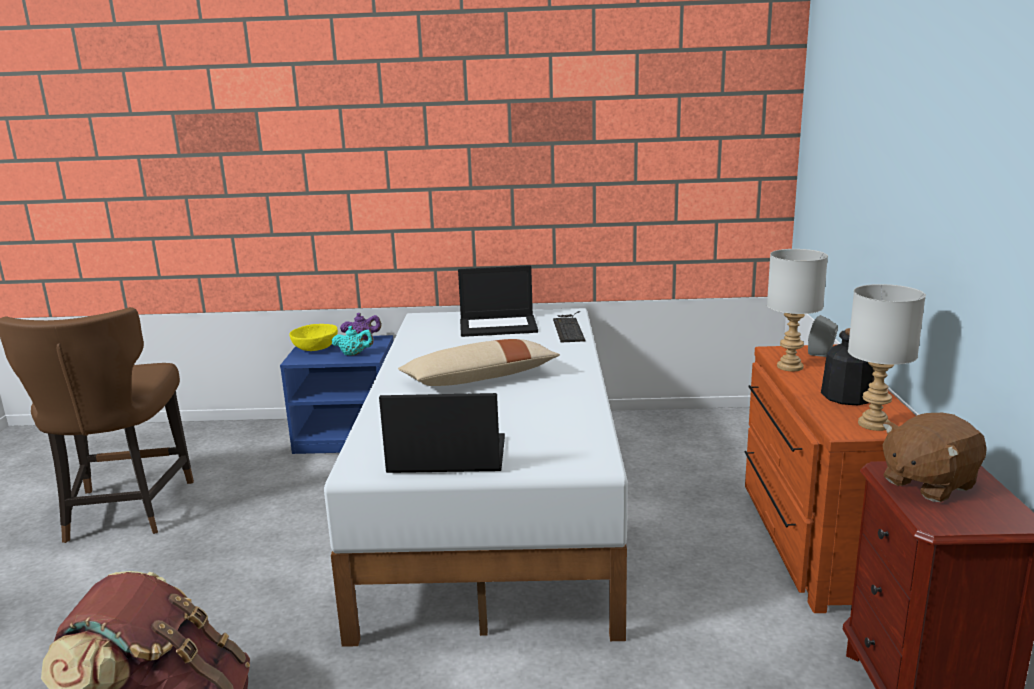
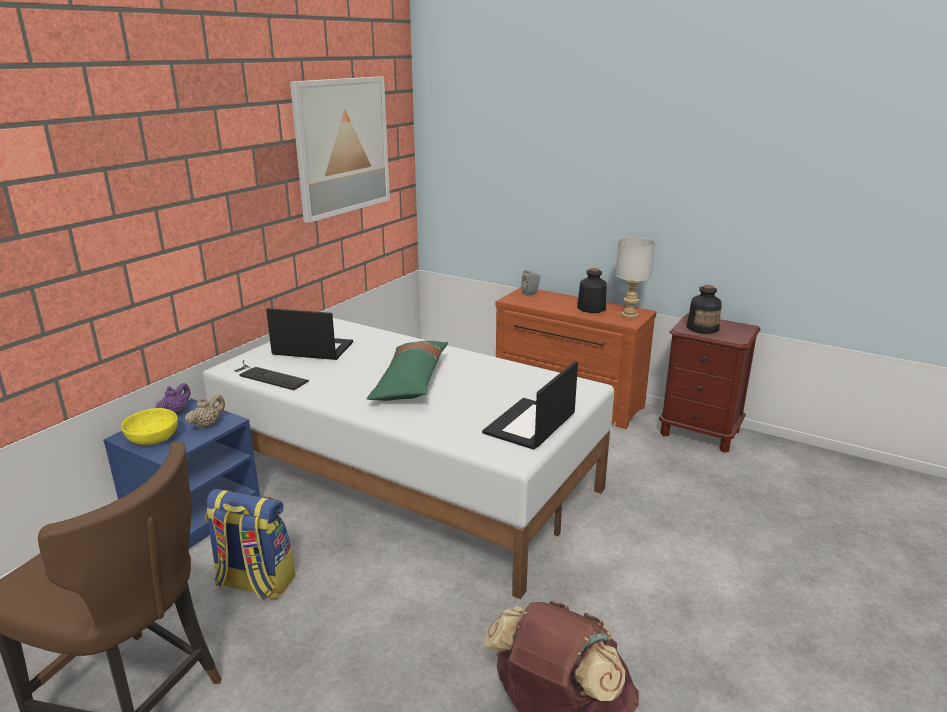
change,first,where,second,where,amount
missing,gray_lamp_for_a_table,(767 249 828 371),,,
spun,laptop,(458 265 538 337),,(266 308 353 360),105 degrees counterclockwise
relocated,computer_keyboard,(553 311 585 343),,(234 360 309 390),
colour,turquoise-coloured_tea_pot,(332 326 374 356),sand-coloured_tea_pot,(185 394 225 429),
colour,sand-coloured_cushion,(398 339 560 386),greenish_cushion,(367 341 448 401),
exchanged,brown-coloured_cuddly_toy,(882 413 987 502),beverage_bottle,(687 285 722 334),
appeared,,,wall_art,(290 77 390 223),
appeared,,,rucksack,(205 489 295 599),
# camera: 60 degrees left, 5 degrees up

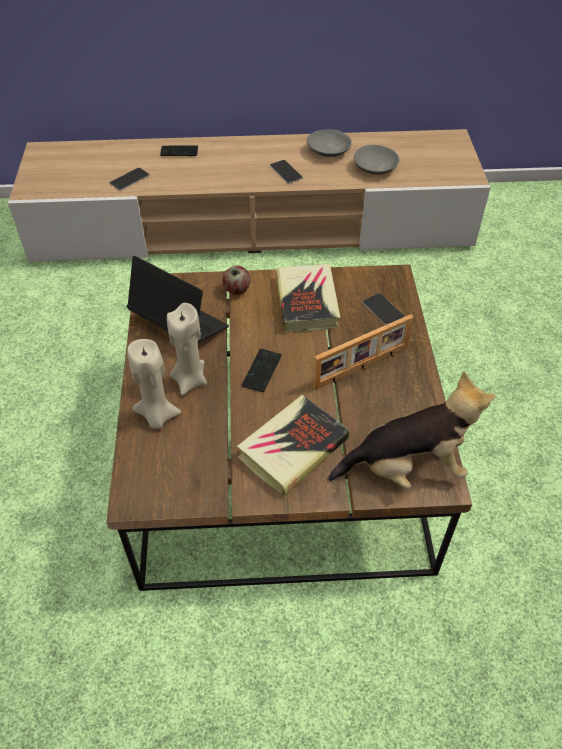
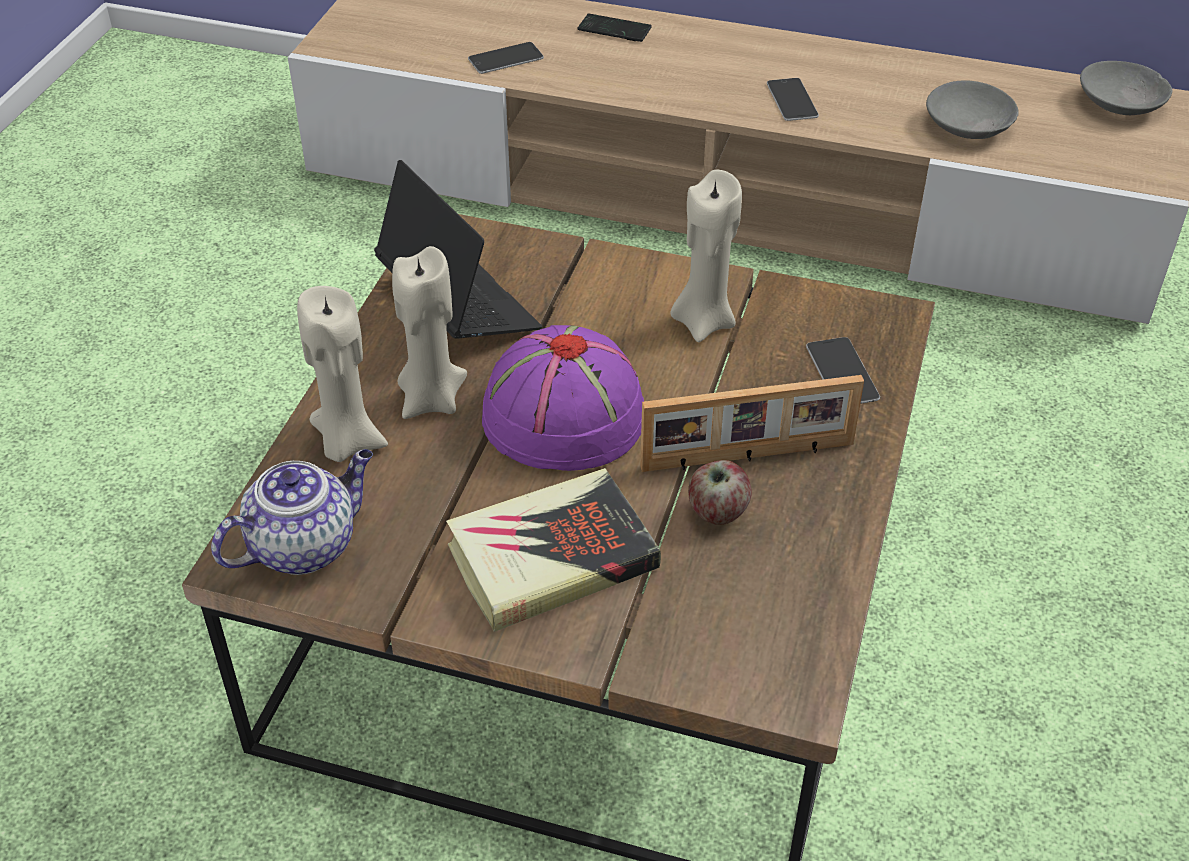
change,first,where,second,where,amount
relocated,gray_deep_dish,(307 129 352 157),,(1080 61 1172 115),
exchanged,volume,(275 264 341 332),sand-coloured_wax_candle,(670 169 742 342),
relocated,whole_apple,(222 265 251 295),,(688 460 752 525),
exchanged,telephone,(242 349 282 392),purplish_hat,(482 325 644 471),
missing,cuddly_toy,(328 371 495 489),,,
appeared,,,tea_pot,(211 449 373 575),
# camera: 20 degrees right, 5 degrees down

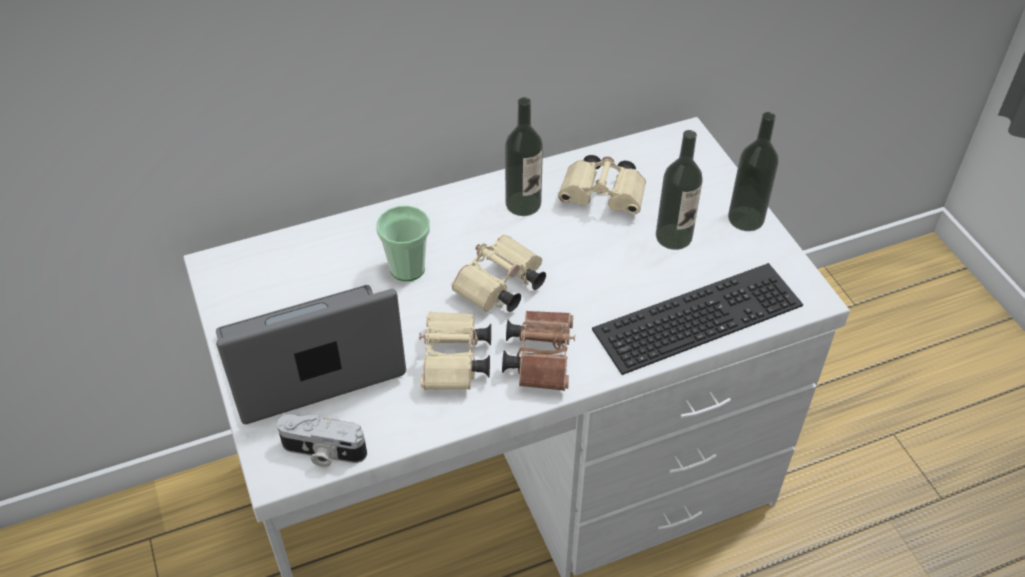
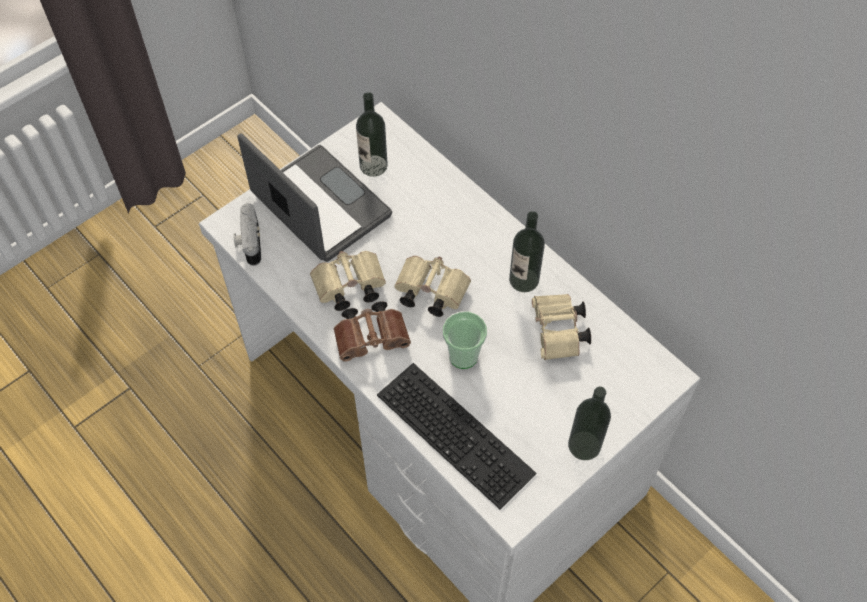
change,first,where,second,where,amount
relocated,beverage_bottle,(656 130 703 250),,(356 92 388 177),
relocated,drinking_cup,(376 206 430 281),,(443 311 487 369),
# camera: 70 degrees right, 10 degrees up

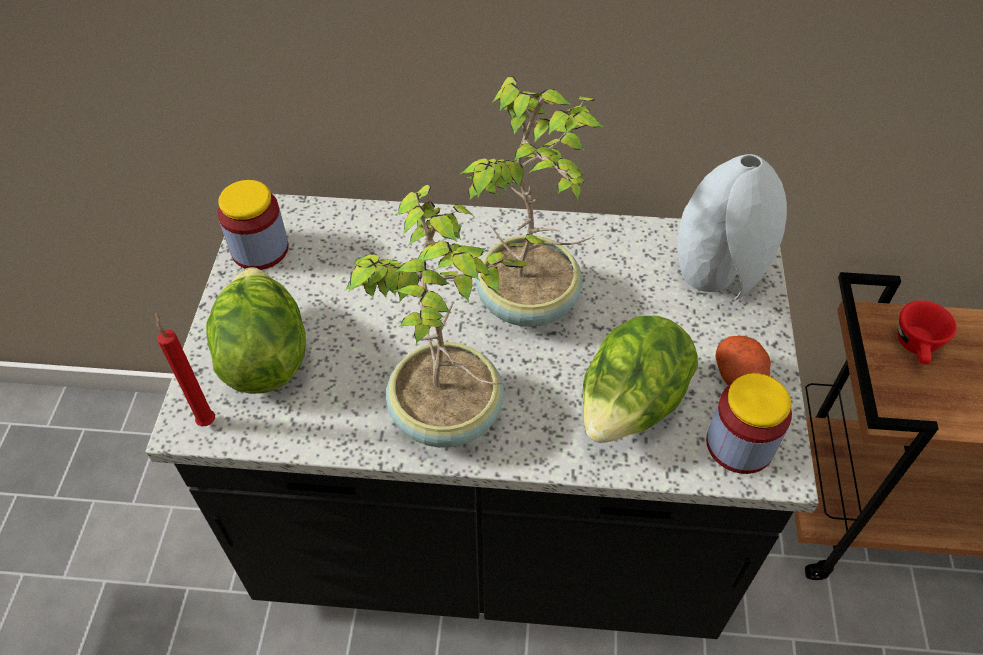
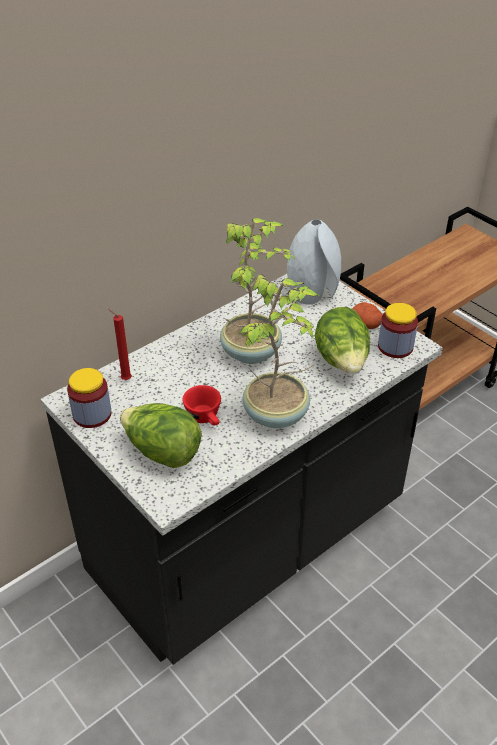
change,first,where,second,where,amount
relocated,reddish_drinking_cup,(897 301 957 364),,(183 385 221 426),
relocated,reddish_wax_candle,(155 312 215 427),,(108 308 132 380),
# camera: 45 degrees left, 10 degrees down

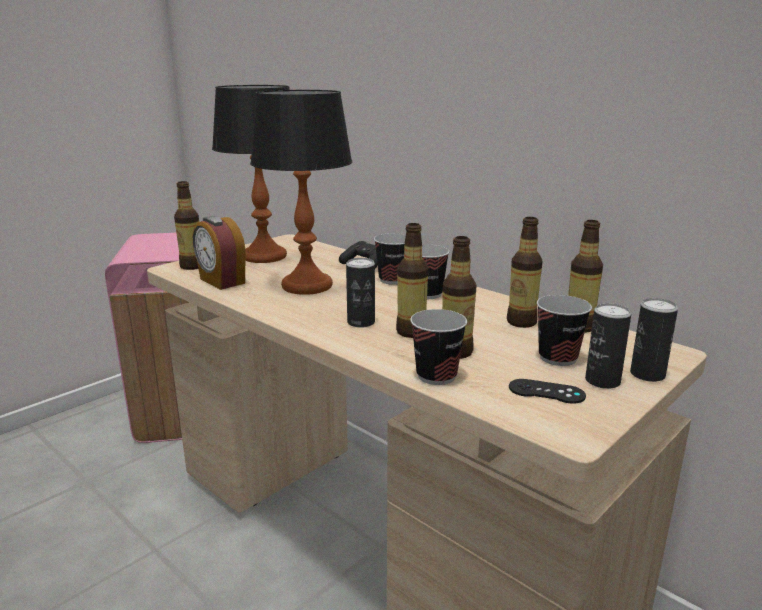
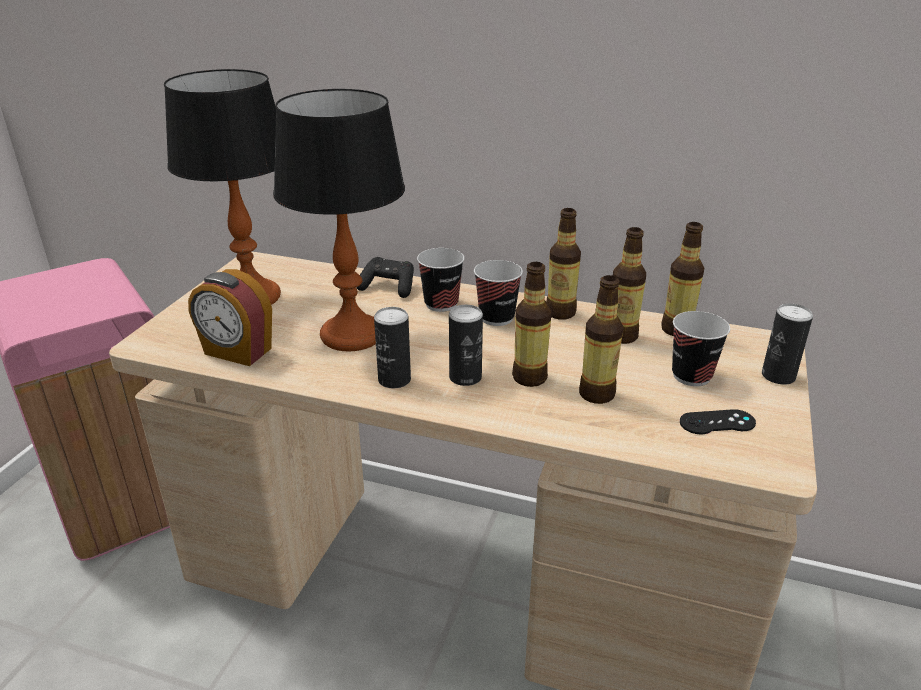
change,first,where,second,where,amount
relocated,beverage_bottle,(174 181 199 270),,(546 208 581 320),
relocated,metal_can,(585 303 631 389),,(374 307 411 388),
missing,drinking_cup,(410 309 467 385),,,
# camera: 25 degrees left, 10 degrees up

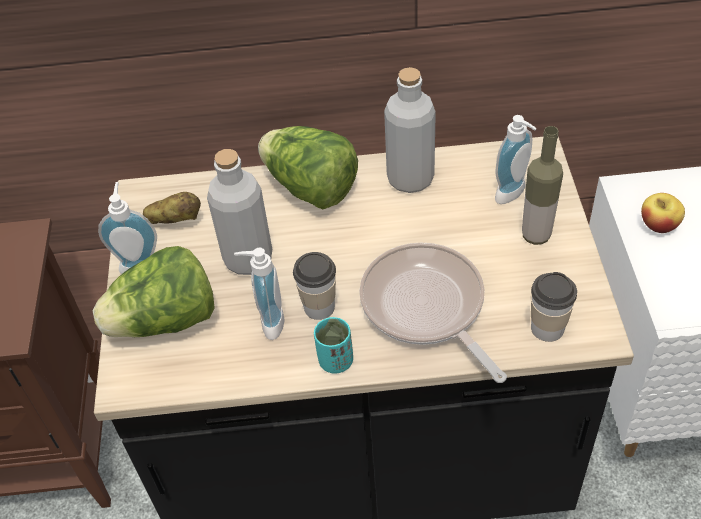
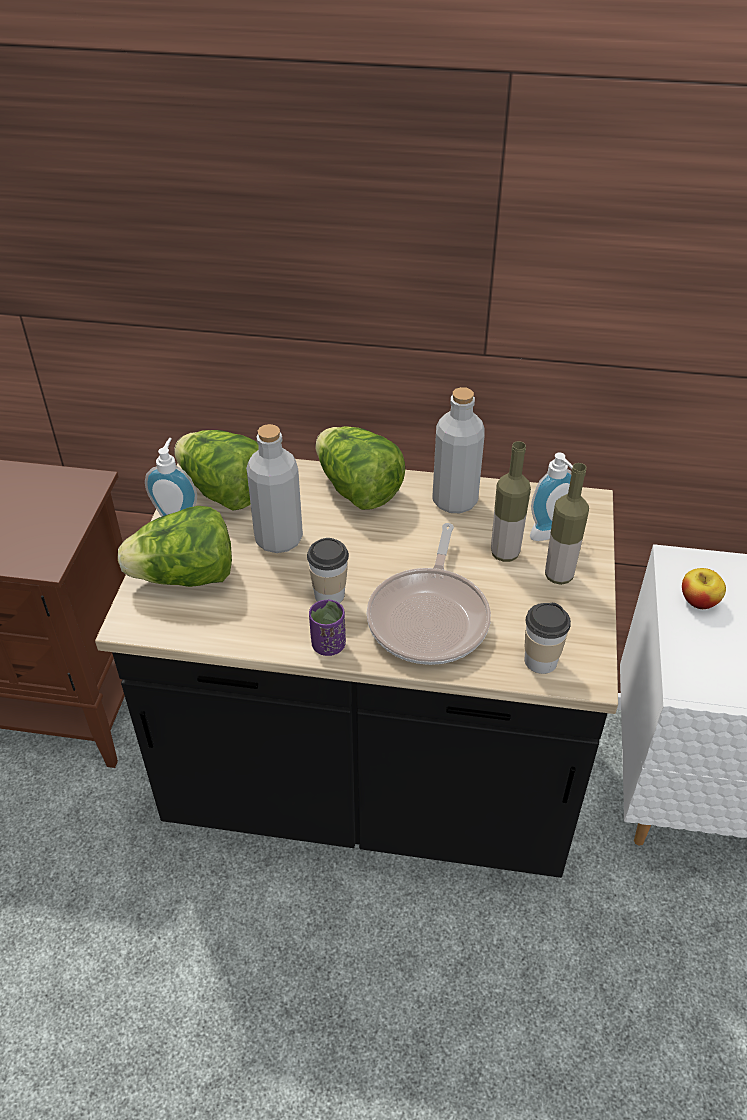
change,first,where,second,where,amount
exchanged,potato,(143 192 201 224),head_of_lettuce,(174 430 258 511),
spun,skillet,(360 243 507 383),,(367 523 491 665),150 degrees counterclockwise
missing,soap_bottle,(234 248 285 340),,,
colour,turquoise-coloured_drinking_cup,(314 317 353 373),purplish_drinking_cup,(309 600 346 656),
appeared,,,beverage_bottle,(491 441 531 562),
# camera: 10 degrees right, 5 degrees down

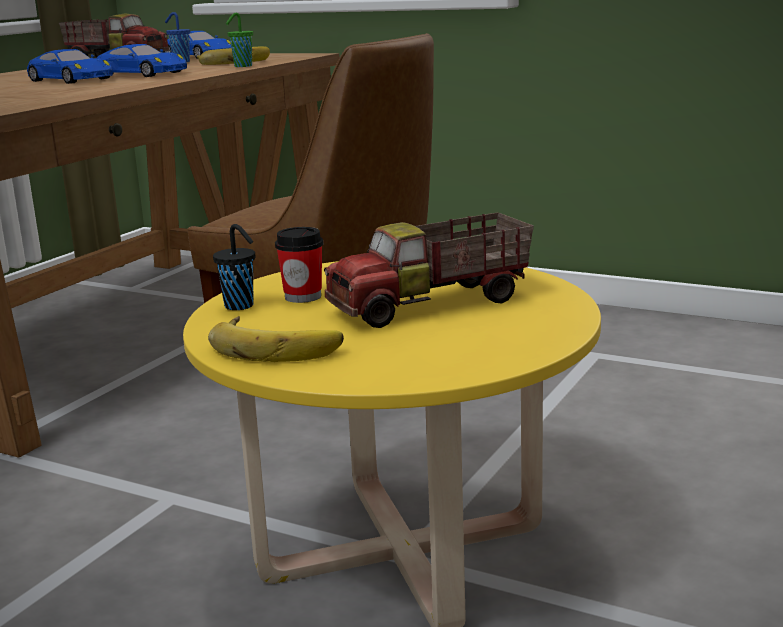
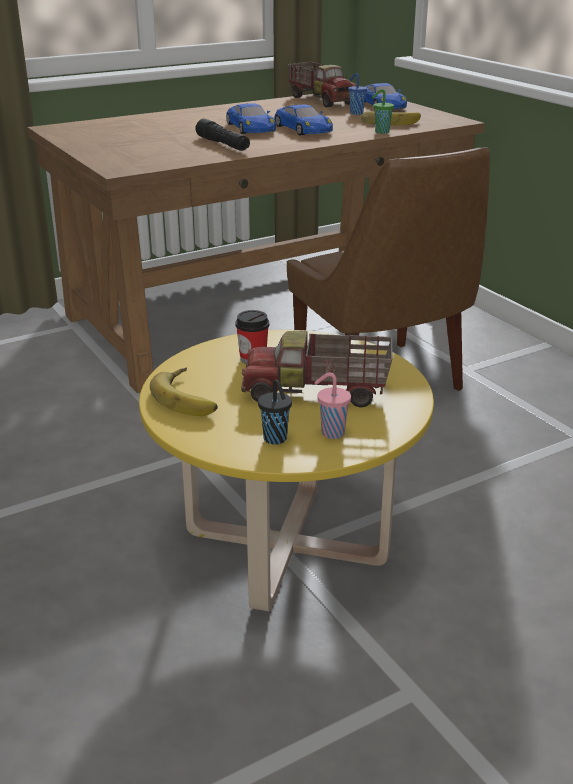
change,first,where,second,where,amount
relocated,black_drinking_cup,(213 224 255 310),,(258 380 292 445),
appeared,,,black_flashlight,(196 119 250 151),
appeared,,,pinkish_drinking_cup,(315 373 351 439),
# camera: 30 degrees right, 10 degrees up

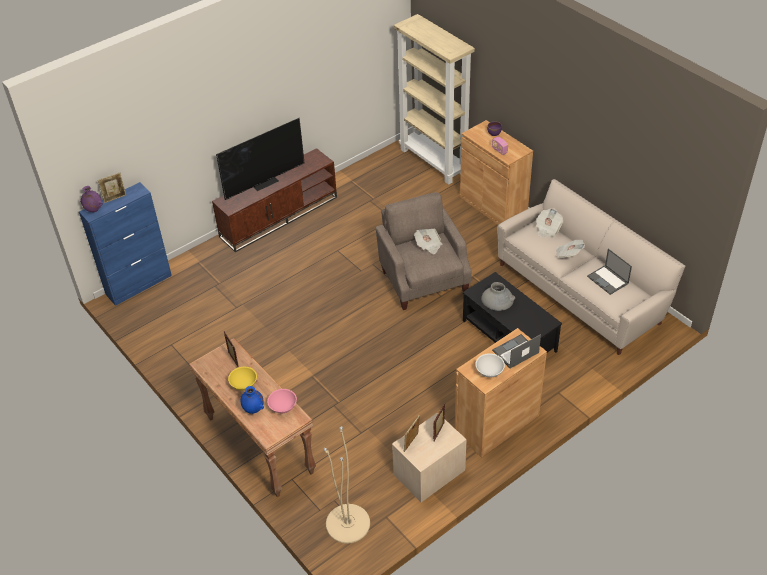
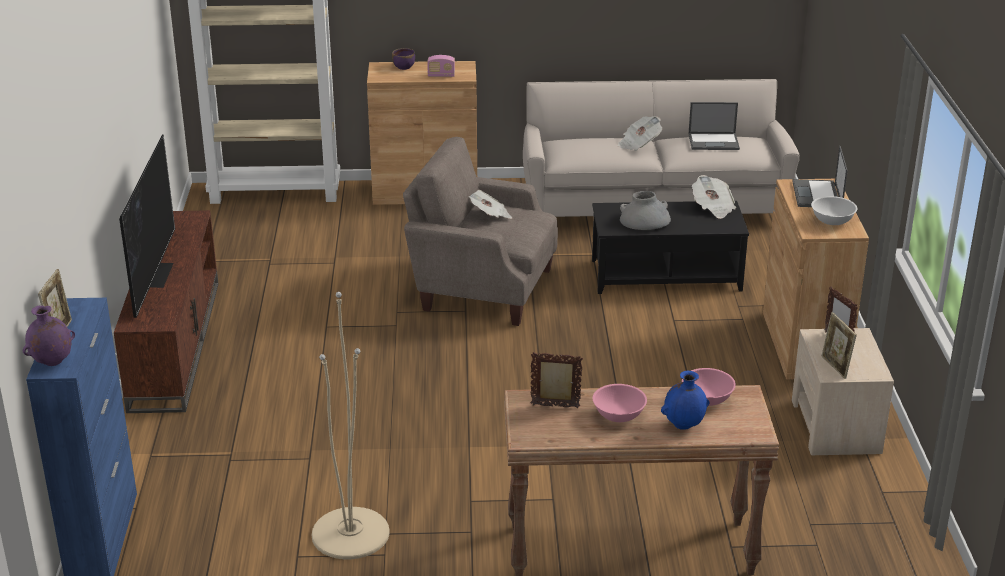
change,first,where,second,where,amount
relocated,daily_paper,(536 208 563 237),,(692 175 736 219),
colour,yellow-coloured_deep_dish,(228 367 257 390),pinkish_deep_dish,(592 384 647 422),
relocated,sand-coloured_standing_lamp,(323 426 370 544),,(312 292 390 559),
# camera: 55 degrees left, 15 degrees down

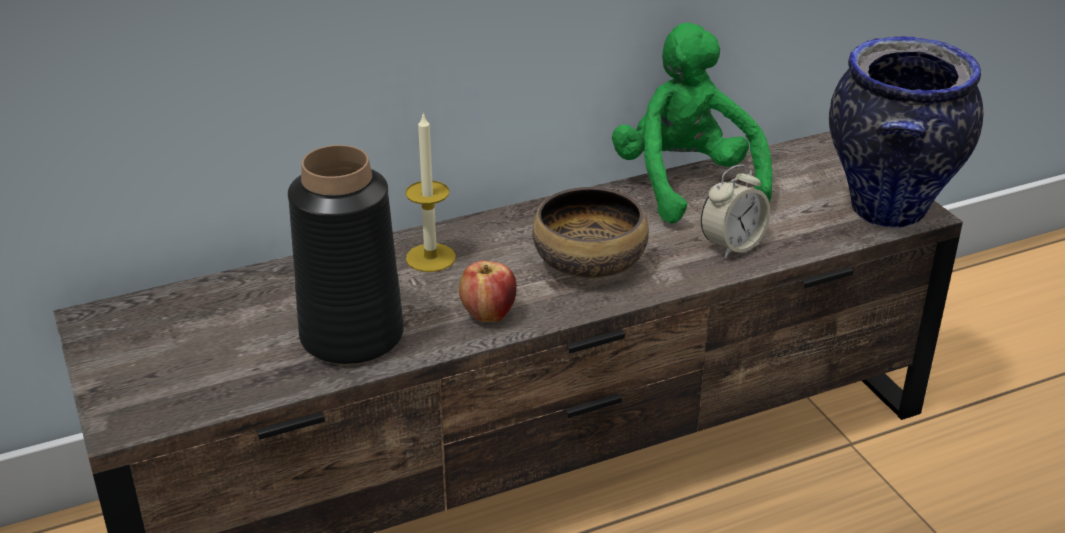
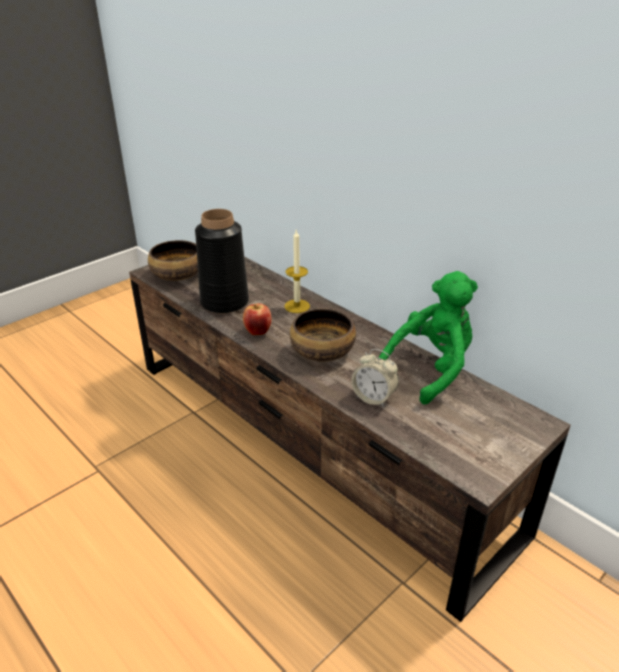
change,first,where,second,where,amount
missing,vase,(829 36 983 228),,,
appeared,,,deep_dish,(148 240 198 281),
# camera: 70 degrees right, 0 degrees up

